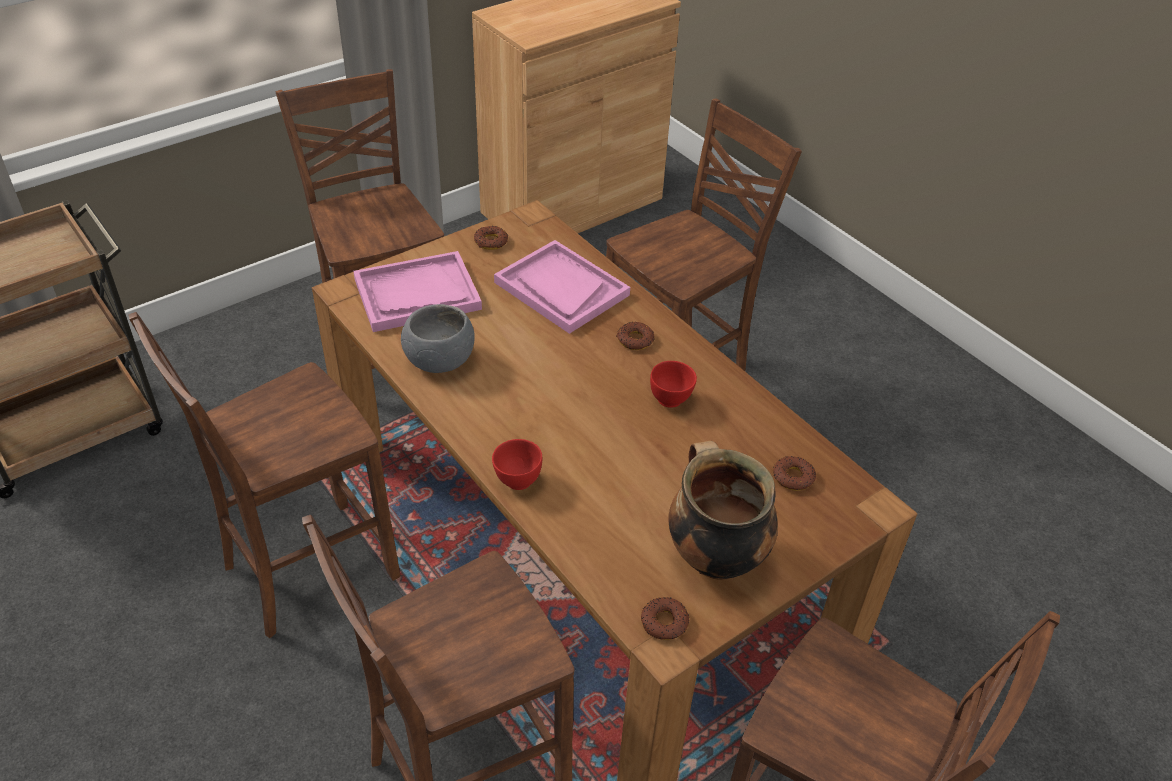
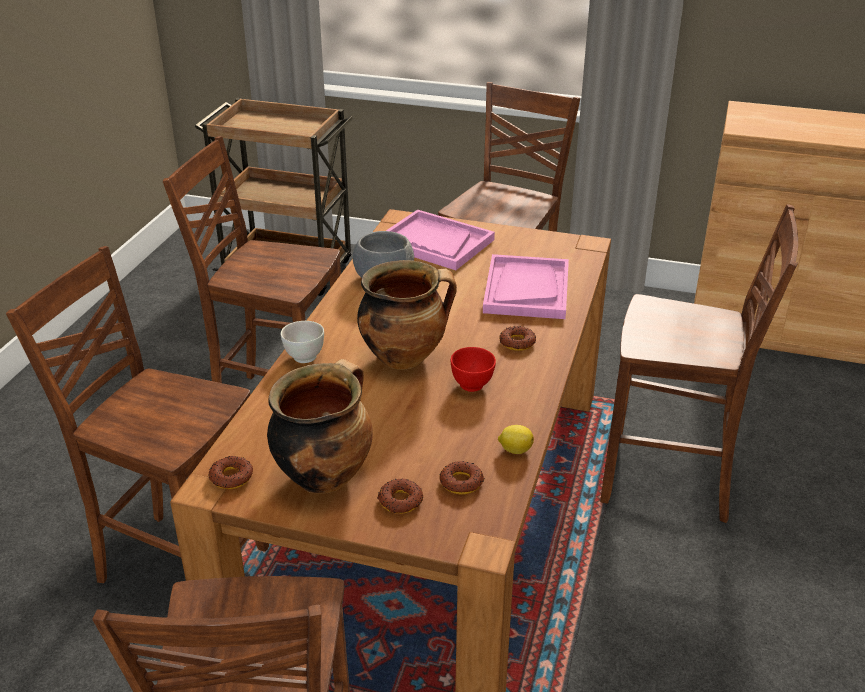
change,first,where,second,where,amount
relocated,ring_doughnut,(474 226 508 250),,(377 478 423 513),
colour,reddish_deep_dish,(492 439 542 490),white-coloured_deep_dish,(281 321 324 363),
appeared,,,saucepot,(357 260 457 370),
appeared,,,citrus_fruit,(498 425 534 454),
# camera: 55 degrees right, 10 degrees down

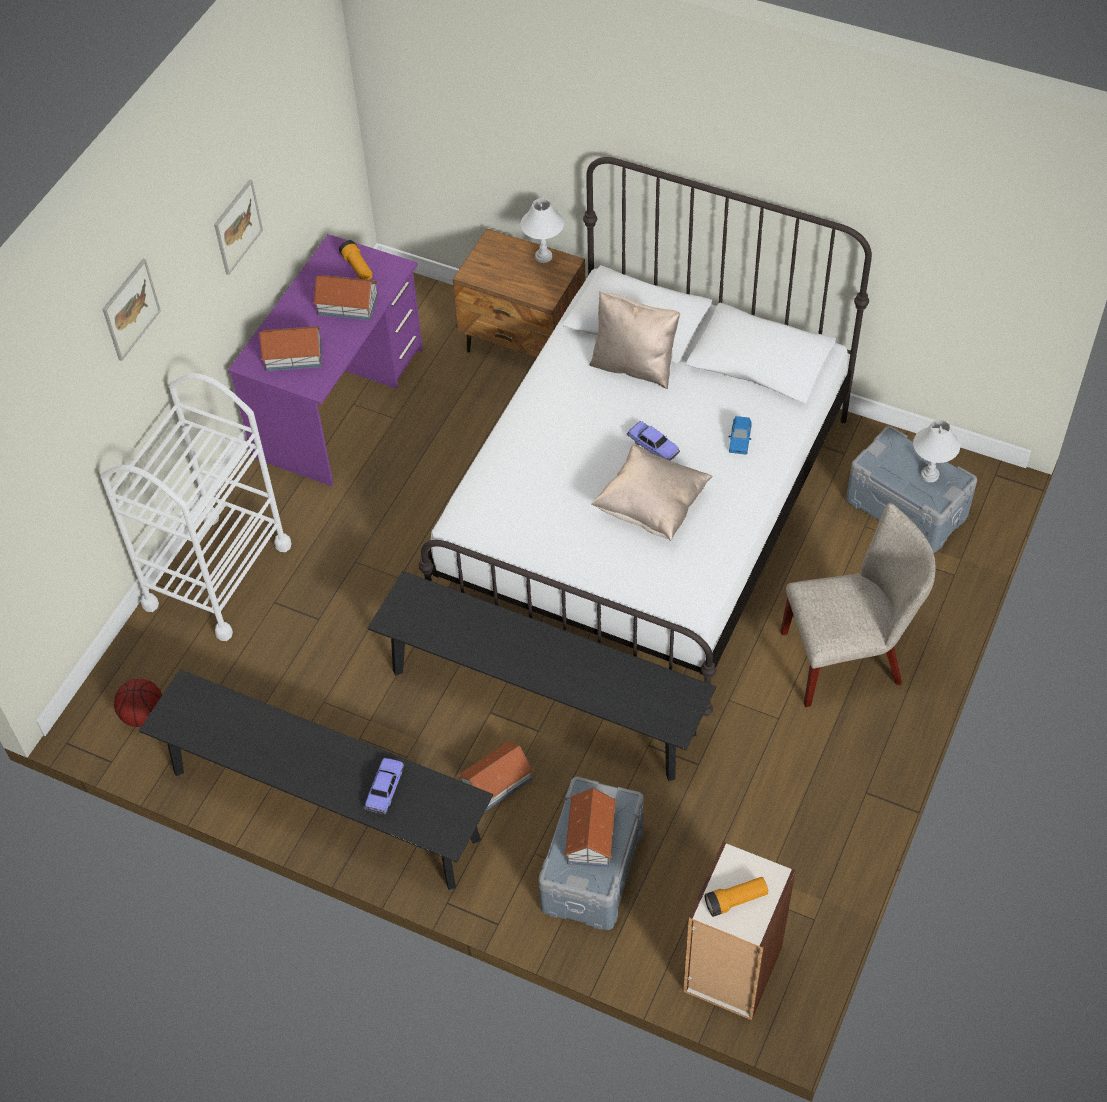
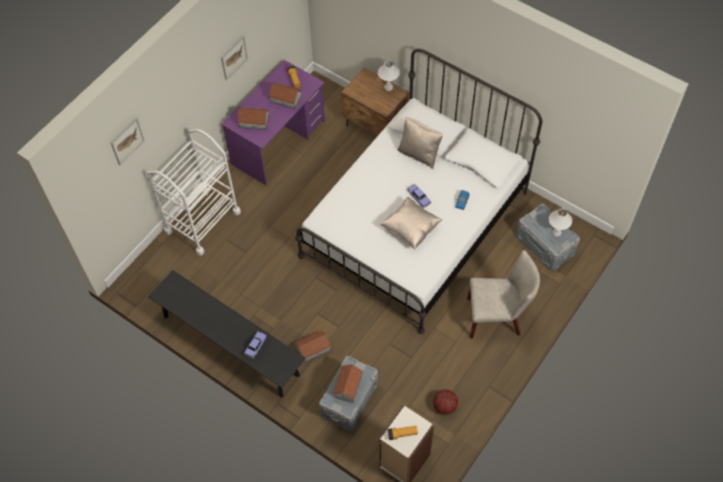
change,first,where,second,where,amount
relocated,wall_art,(102 259 161 361),,(111 118 144 165),
missing,black_long_seat,(368 571 716 781),,,
relocated,ball_for_basketball,(114 679 162 727),,(433 389 458 415),
# camera: 10 degrees right, 5 degrees up

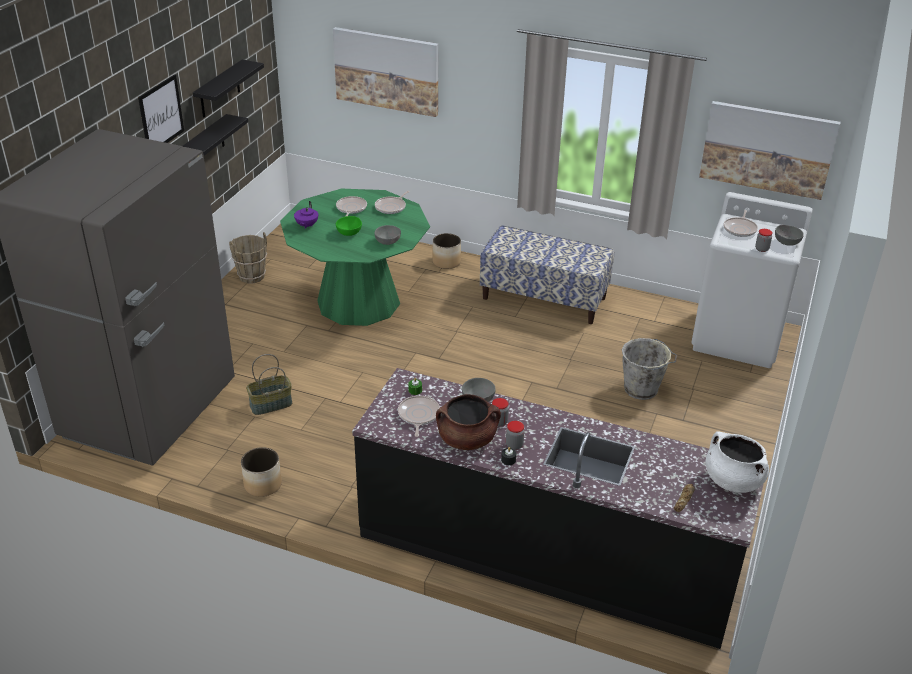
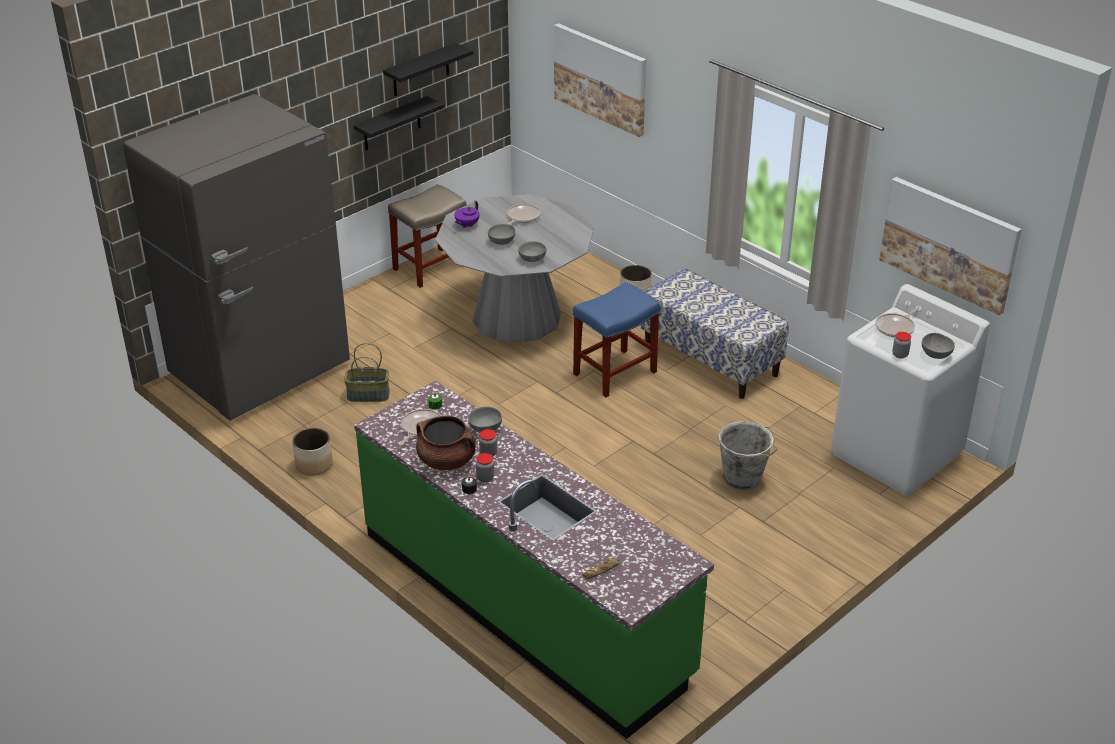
change,first,where,second,where,amount
missing,wall_art,(138 74 184 143),,,
colour,greenish_dinner_table,(280 189 430 326),gray_dinner_table,(435 194 594 343),
missing,skillet,(375 191 410 214),,,
colour,greenish_deep_dish,(336 216 362 236),gray_deep_dish,(488 224 516 245),
exchanged,brown-coloured_bucket,(229 232 267 284),sand-coloured_stool_seat,(388 184 467 288),
colour,black_kitchen_base_unit,(352 368 764 649),greenish_kitchen_base_unit,(354 381 714 739),
missing,white-coloured_saucepot,(706 432 769 493),,,
appeared,,,blue_stool_seat,(573 282 660 397),
# camera: 25 degrees right, 0 degrees up

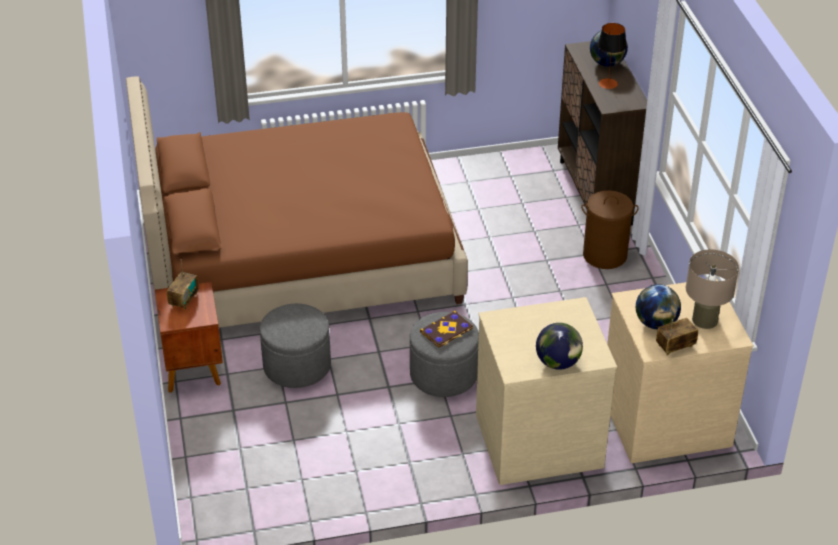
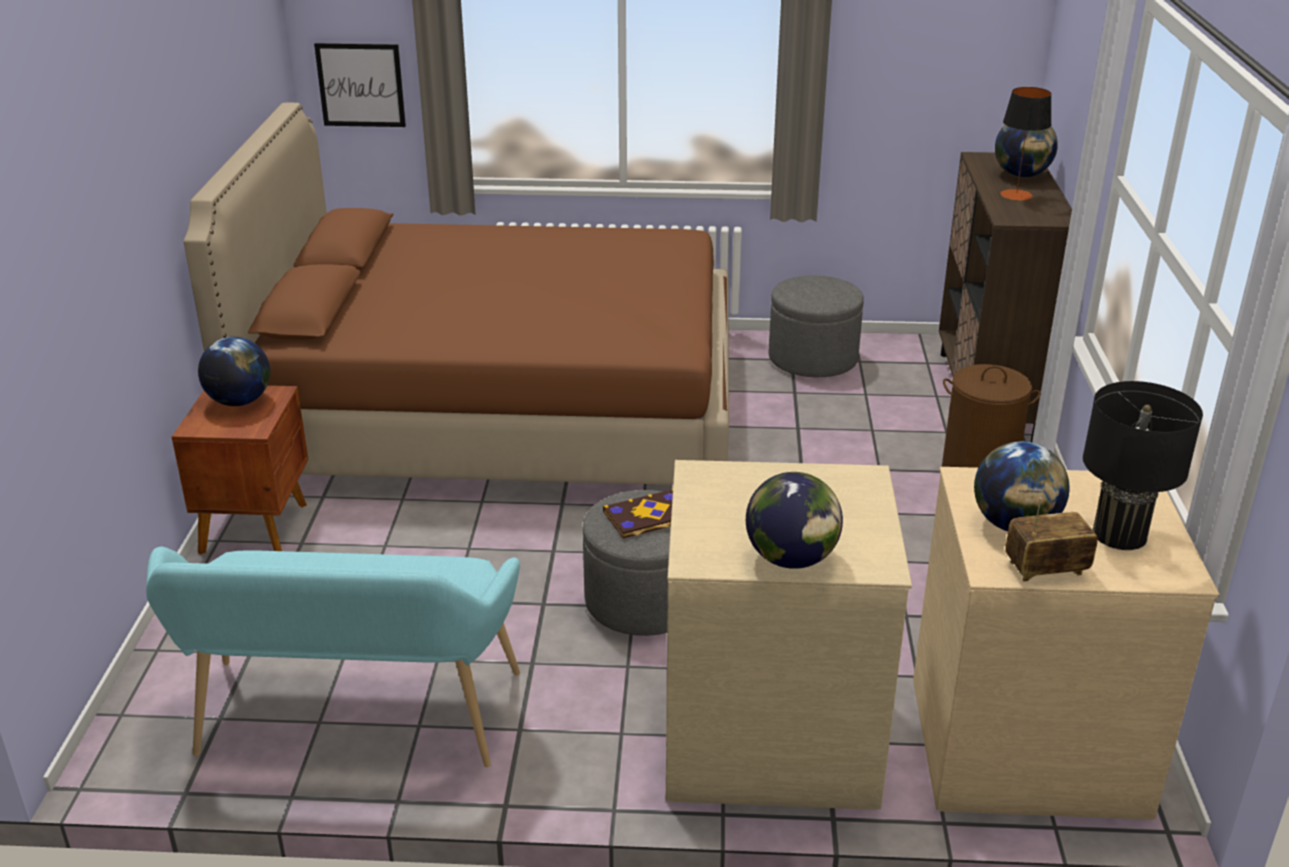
change,first,where,second,where,amount
colour,sand-coloured_lamp_for_a_table,(686 249 739 329),black_lamp_for_a_table,(1083 381 1203 550),
exchanged,radio_receiver,(167 262 199 310),desk_globe,(198 337 270 406),
relocated,gray_ottoman,(260 304 331 388),,(769 275 864 377),
appeared,,,wall_art,(314 43 406 127),
appeared,,,turquoise-coloured_long_seat,(146 547 520 767),
# camera: 15 degrees right, 10 degrees down

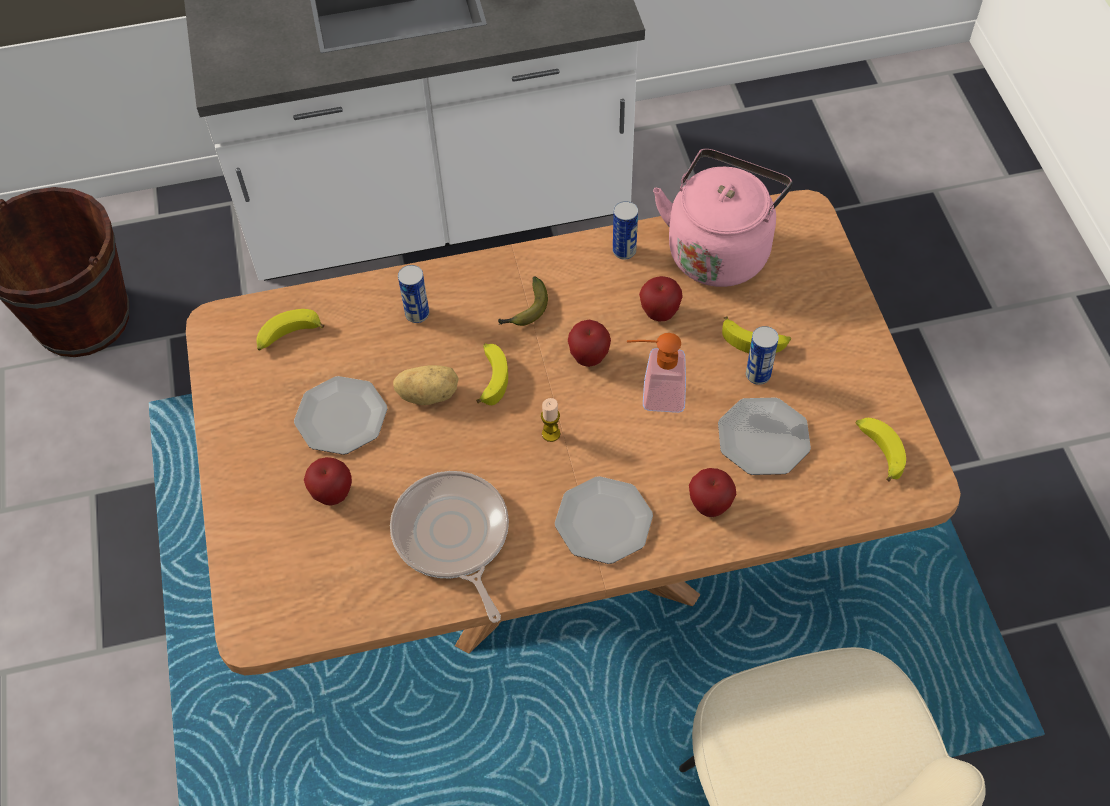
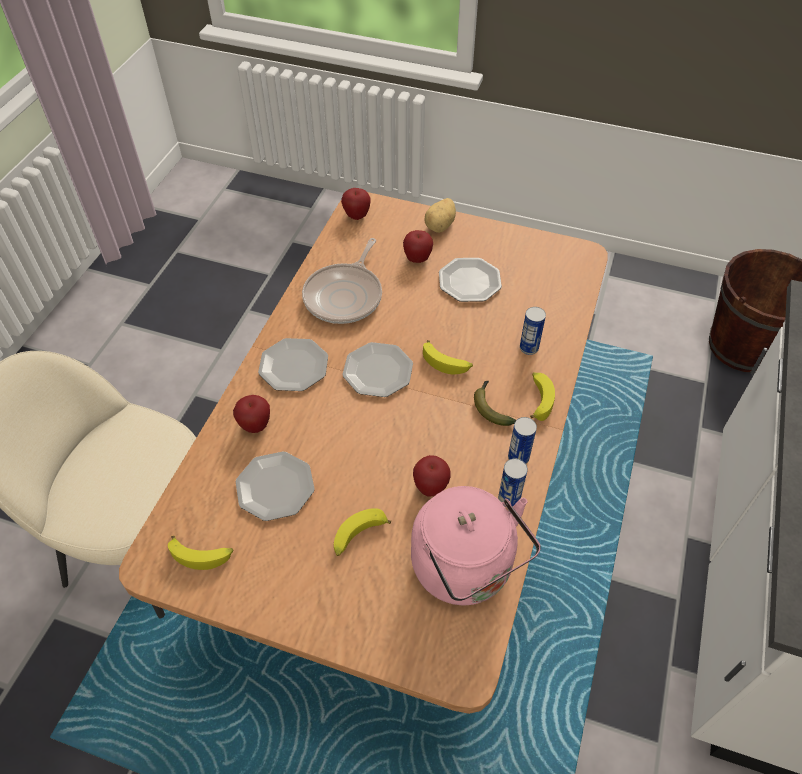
change,first,where,second,where,amount
relocated,whole_banana,(256 309 325 350),,(530 372 555 421),
relocated,whole_apple,(568 320 611 367),,(341 188 371 220),
relocated,metal_can,(746 326 779 385),,(508 417 537 464),
missing,soap_bottle,(627 333 686 413),,,
relocated,potato,(393 365 459 405),,(424 198 456 233),
exchanged,wax_candle,(541 398 560 442),plate,(343 342 413 397),
spun,skillet,(390 471 509 623),,(302 238 382 324),105 degrees clockwise
# camera: 120 degrees right, 5 degrees down

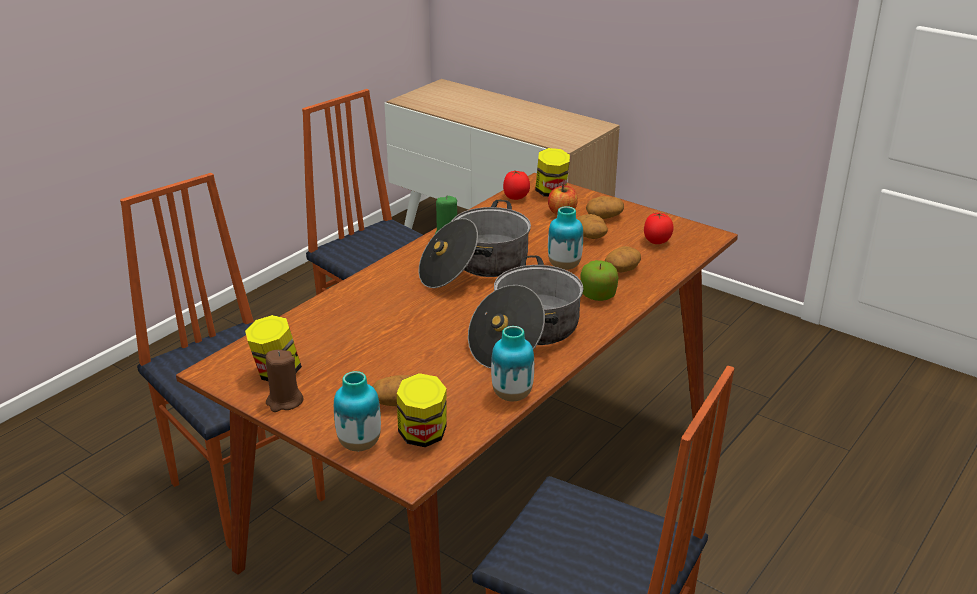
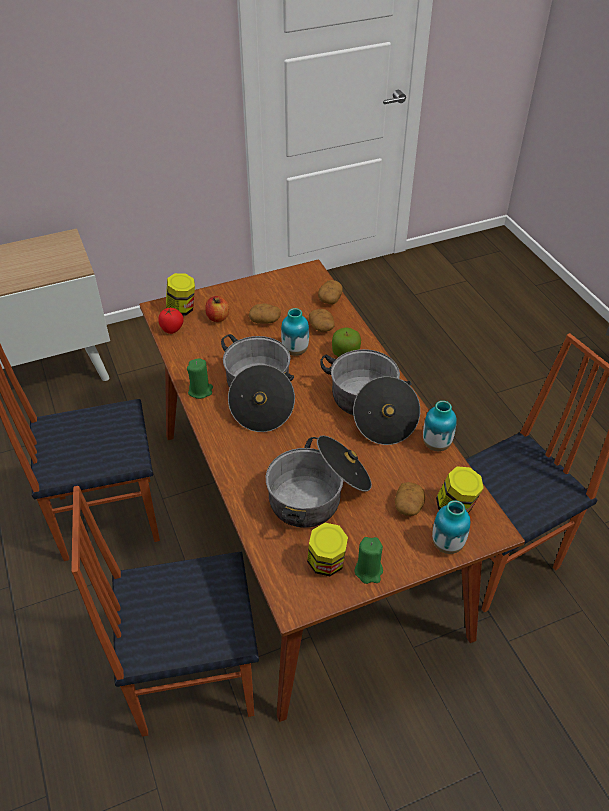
change,first,where,second,where,amount
relocated,potato,(586 196 624 219),,(318 280 343 304),
missing,whole_tomato,(644 213 674 244),,,
colour,brown-coloured_wax_candle,(266 350 304 412),greenish_wax_candle,(355 537 383 584),
appeared,,,saucepot,(266 435 372 528),
# camera: 60 degrees left, 15 degrees up

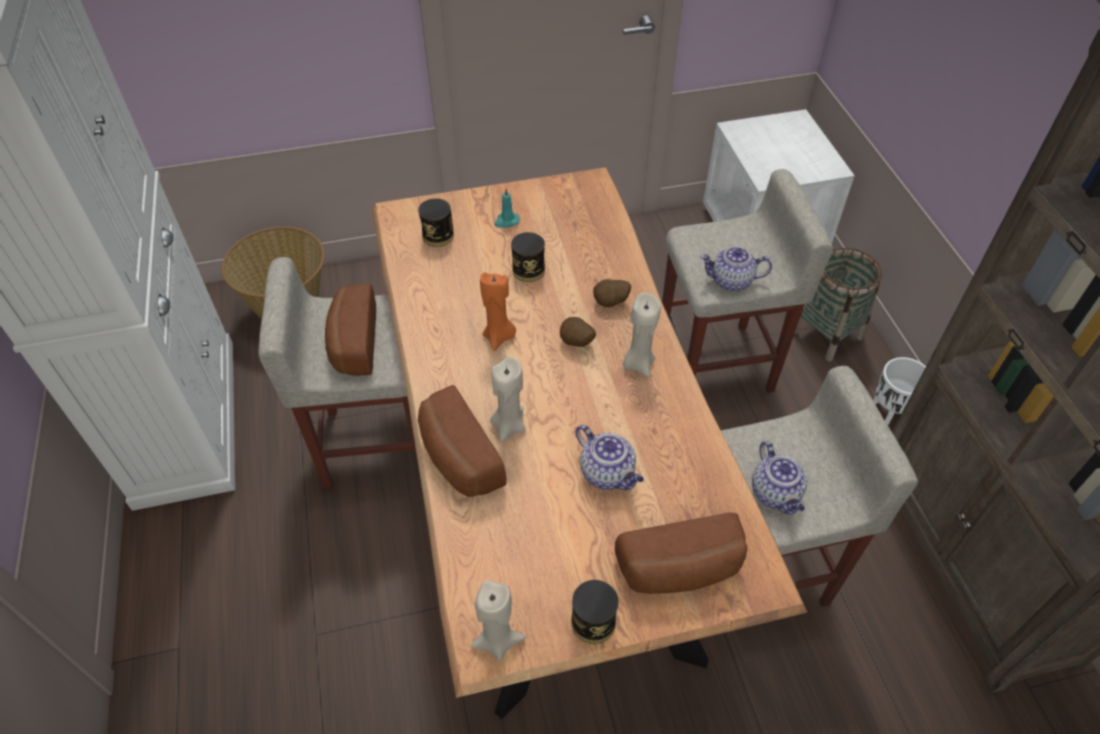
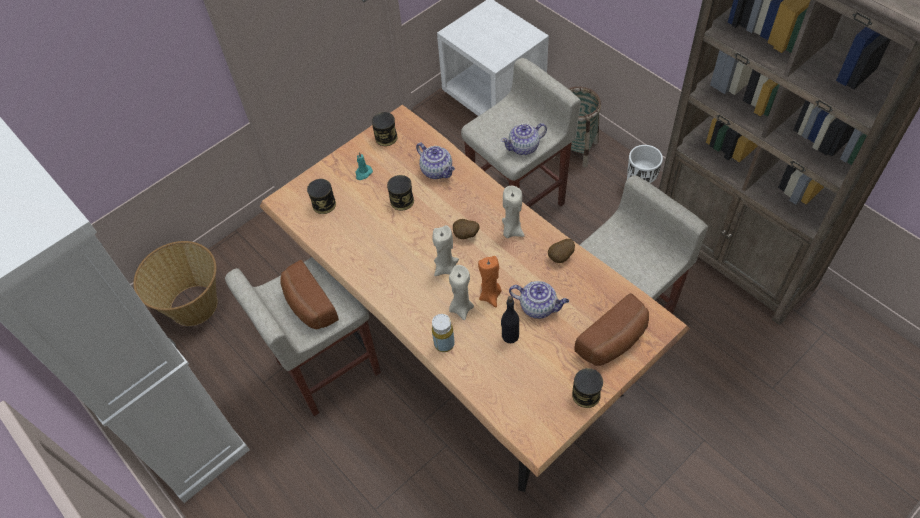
change,first,where,second,where,amount
relocated,orangey_wax_candle,(480 272 516 351),,(478 256 502 307),
relocated,potato,(593 279 631 307),,(548 239 575 263),
exchanged,bread,(418 385 507 497),yellow-coloured_beverage_bottle,(432 314 455 352),
relocated,tea_pot,(752 441 807 515),,(416 143 455 179),
relocated,sand-coloured_wax_candle,(471 580 526 661),,(433 225 459 276),
appeared,,,metal_can,(372 112 398 146),
appeared,,,black_beverage_bottle,(501 296 519 343),
# camera: 25 degrees left, 5 degrees up

